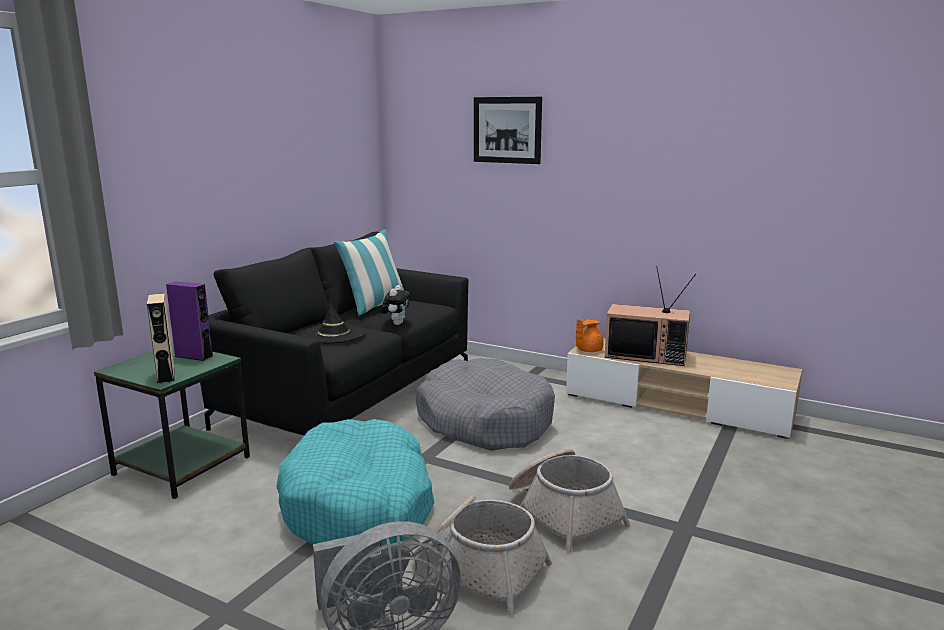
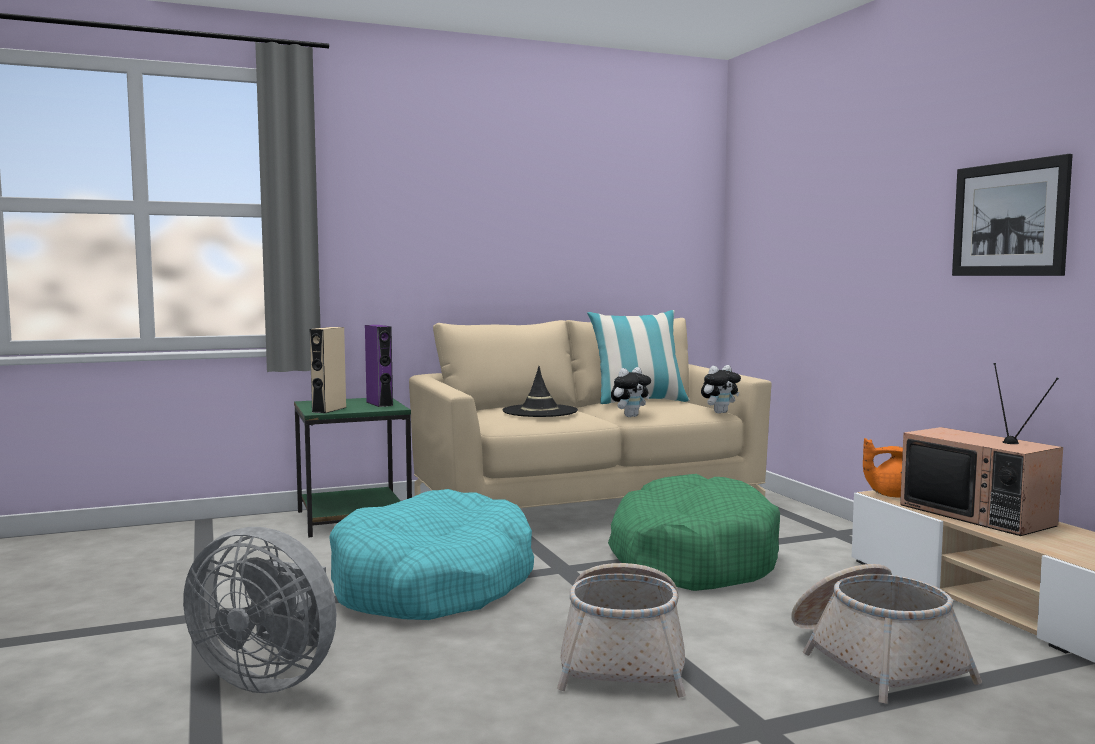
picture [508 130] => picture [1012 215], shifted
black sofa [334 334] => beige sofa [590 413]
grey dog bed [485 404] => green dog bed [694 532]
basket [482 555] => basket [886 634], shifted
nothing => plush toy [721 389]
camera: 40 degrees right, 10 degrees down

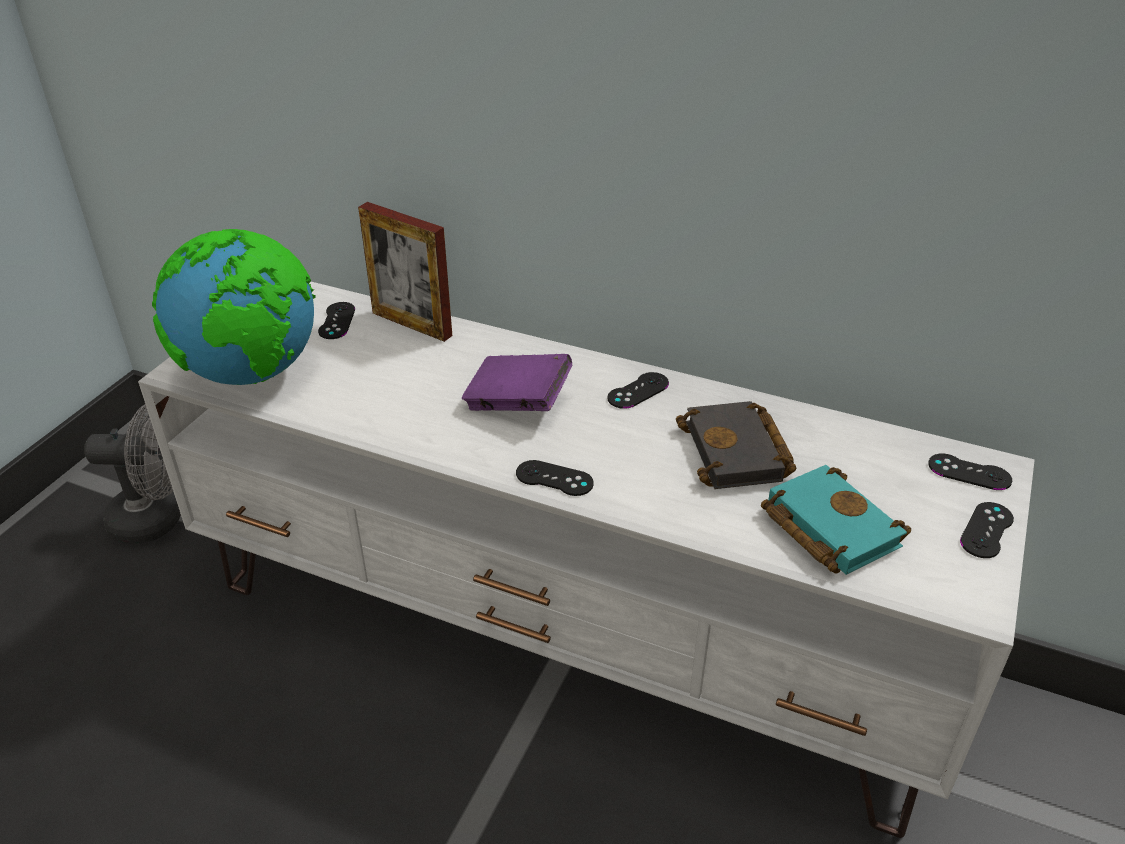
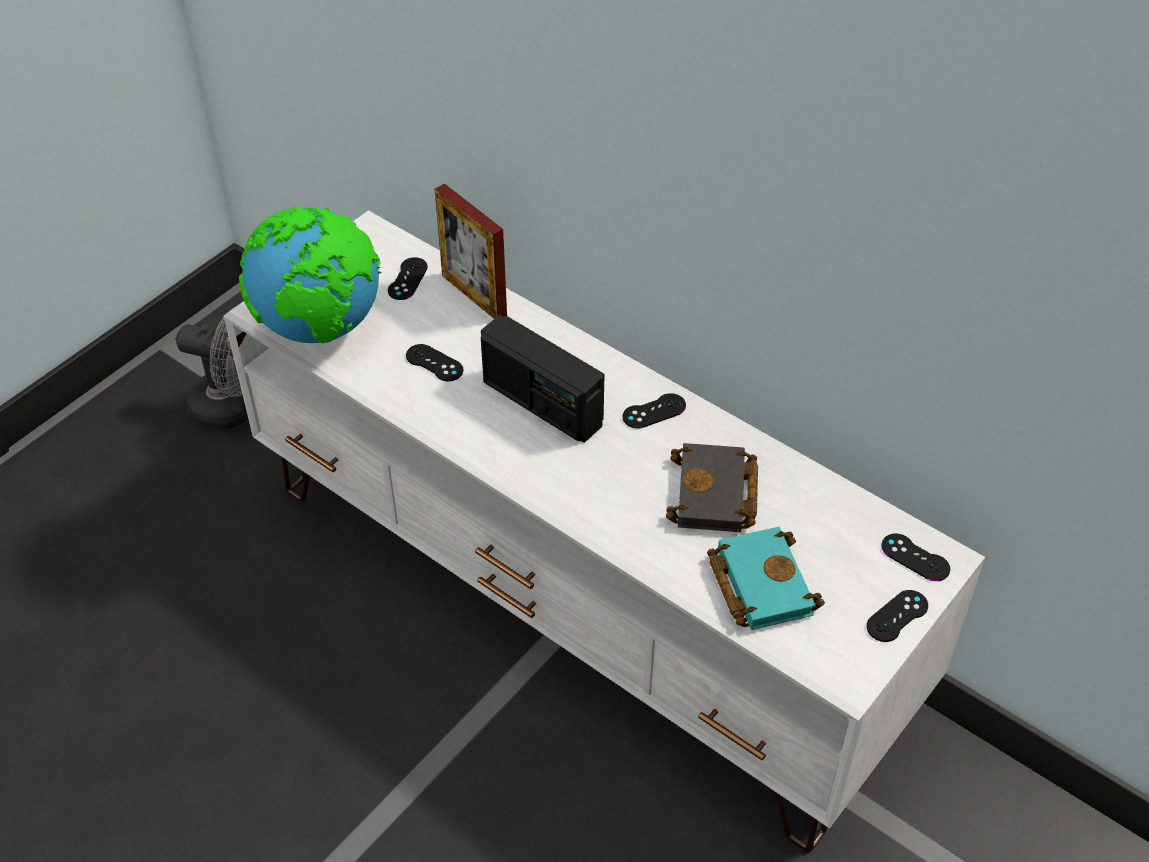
purple book [517 382] => radio [542 379]
black game controller [555 478] => black game controller [434 362], shifted
camera: 15 degrees right, 10 degrees up

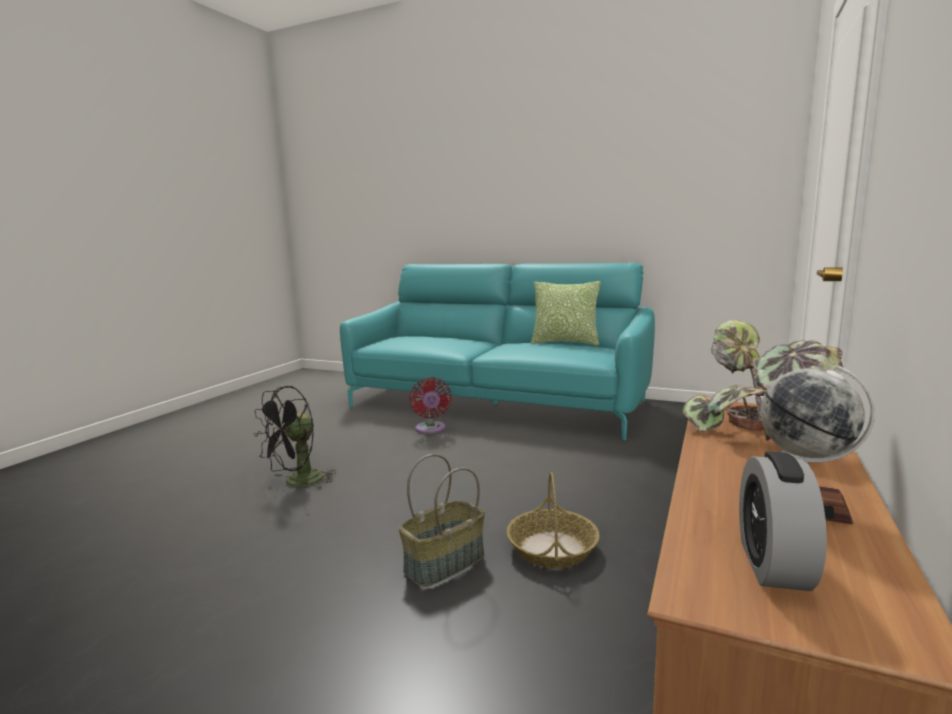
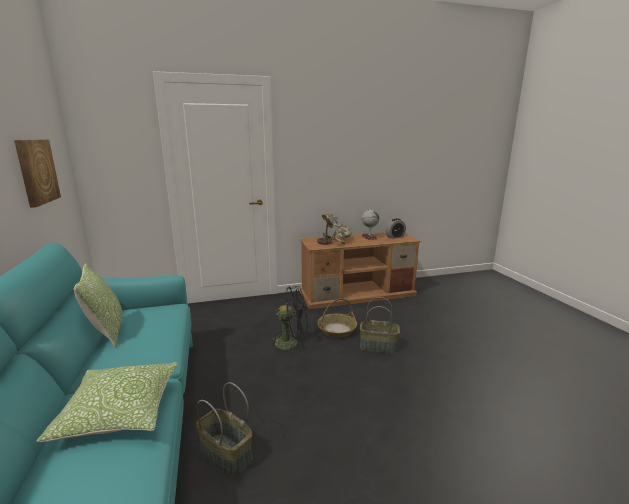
red fan [430 405] => basket [224 429]
black fan [294 437] => black fan [288 320], shifted
nothing => picture [37 174]
nothing => pillow [107 402]
camera: 130 degrees left, 5 degrees up

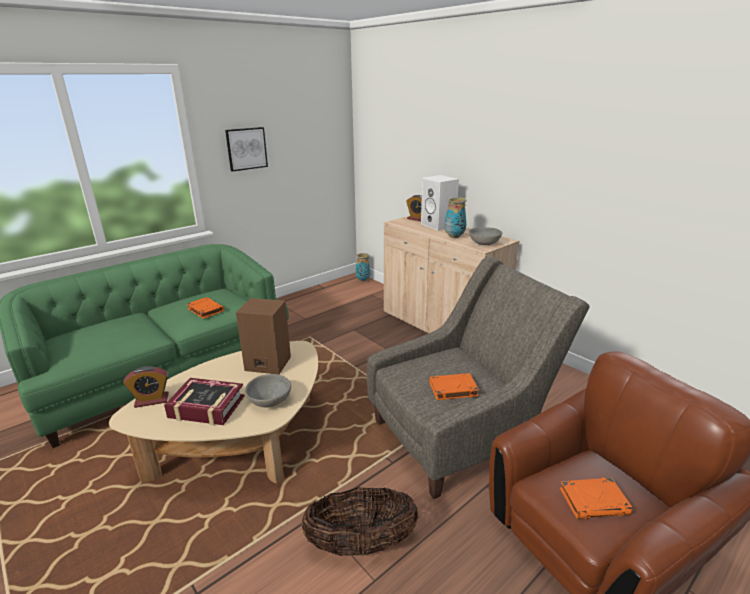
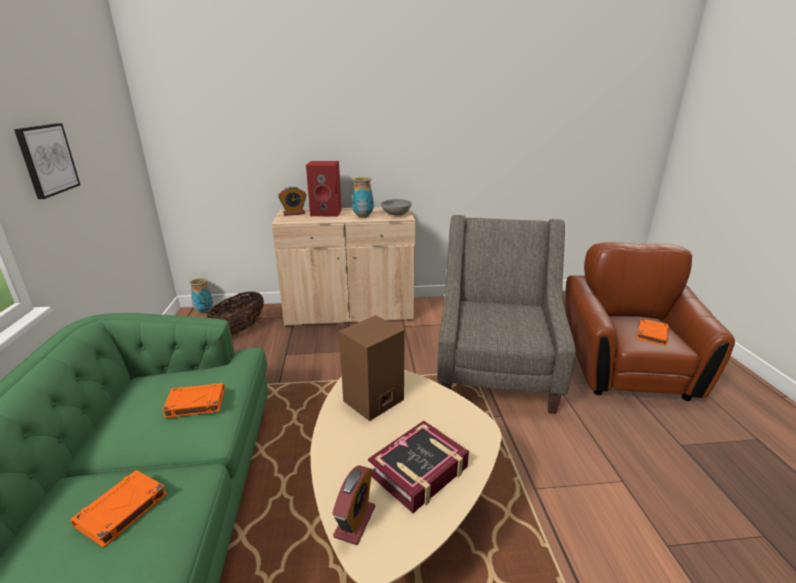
white speaker [440 203] => red speaker [324 188]
orange book [454 386] => orange book [118 509], shifted
grey bowl [268 390] => nothing
basket [360 521] => basket [235 313], shifted
camera: 55 degrees left, 0 degrees up

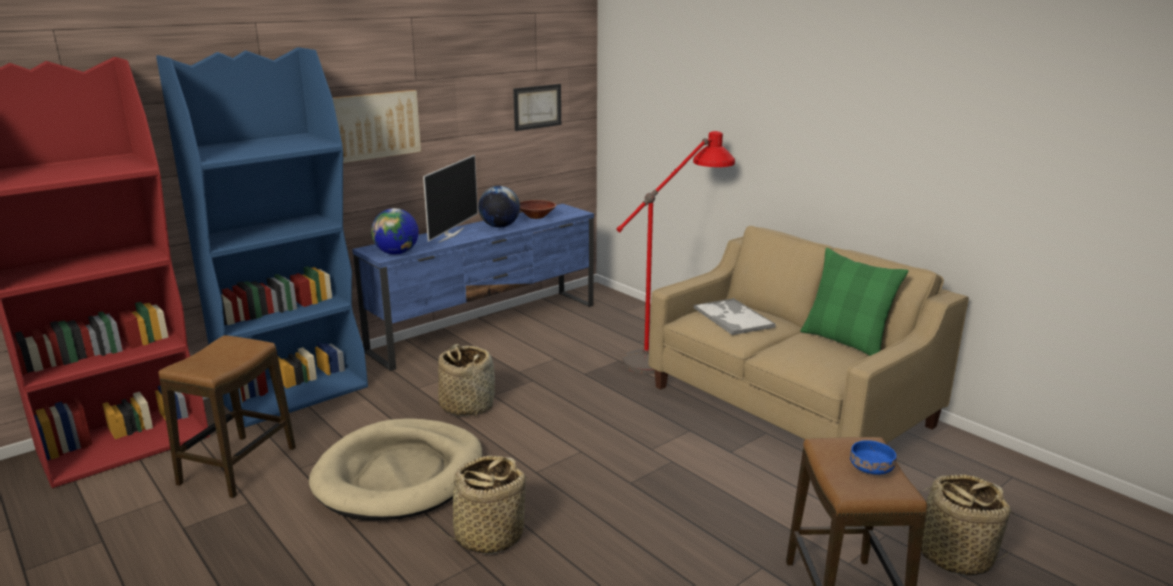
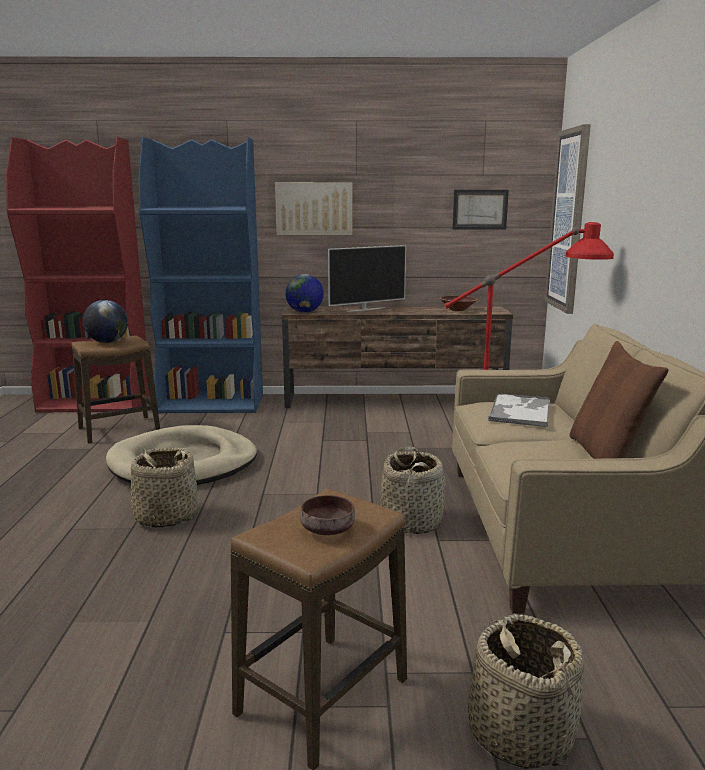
globe [499 207] => globe [105 321], shifted
blue tv stand [473 287] => brown tv stand [397 357]
green pillow [854 302] => brown pillow [619 400]
basket [466 380] => basket [413 490], shifted
blue bowl [873 457] => brown bowl [327 515]
nothing => picture [568 219]
camera: 40 degrees right, 5 degrees down

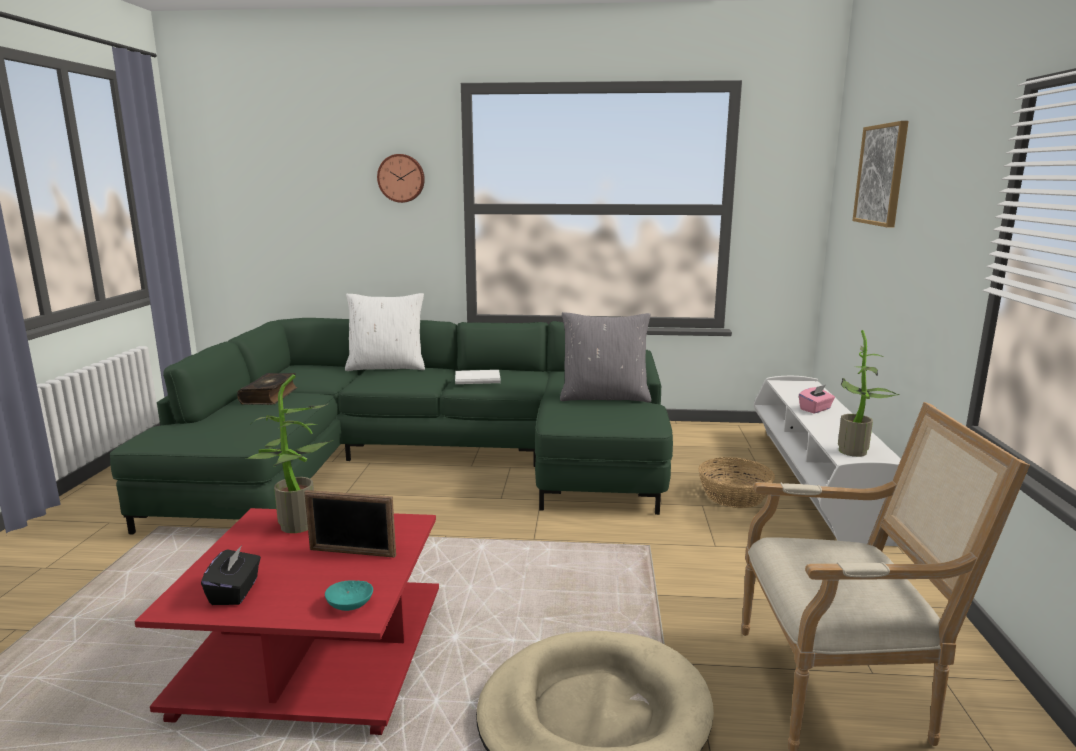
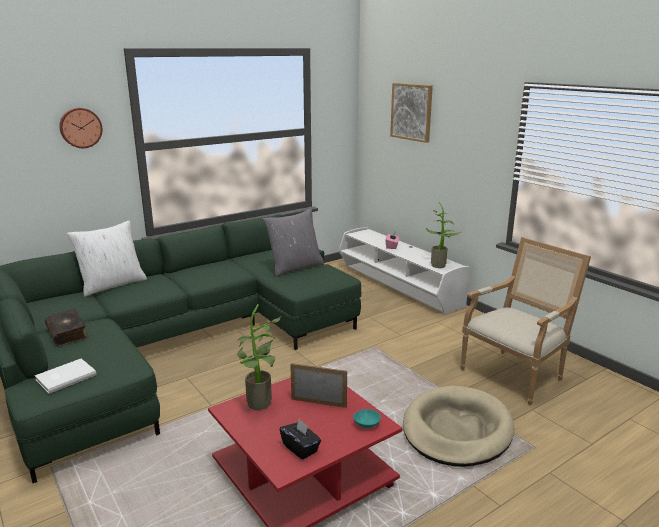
white book [478 377] => white book [66 376], shifted
basket [736 482] => nothing
picture frame [350 524] => picture frame [318 385], 135 degrees counterclockwise
camera: 40 degrees left, 5 degrees up

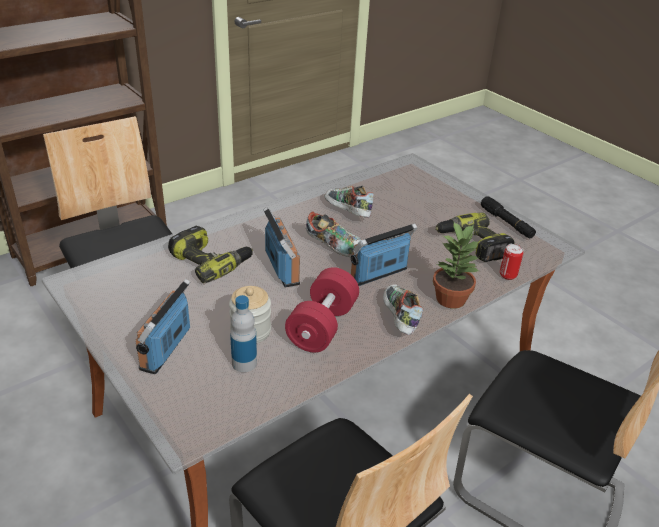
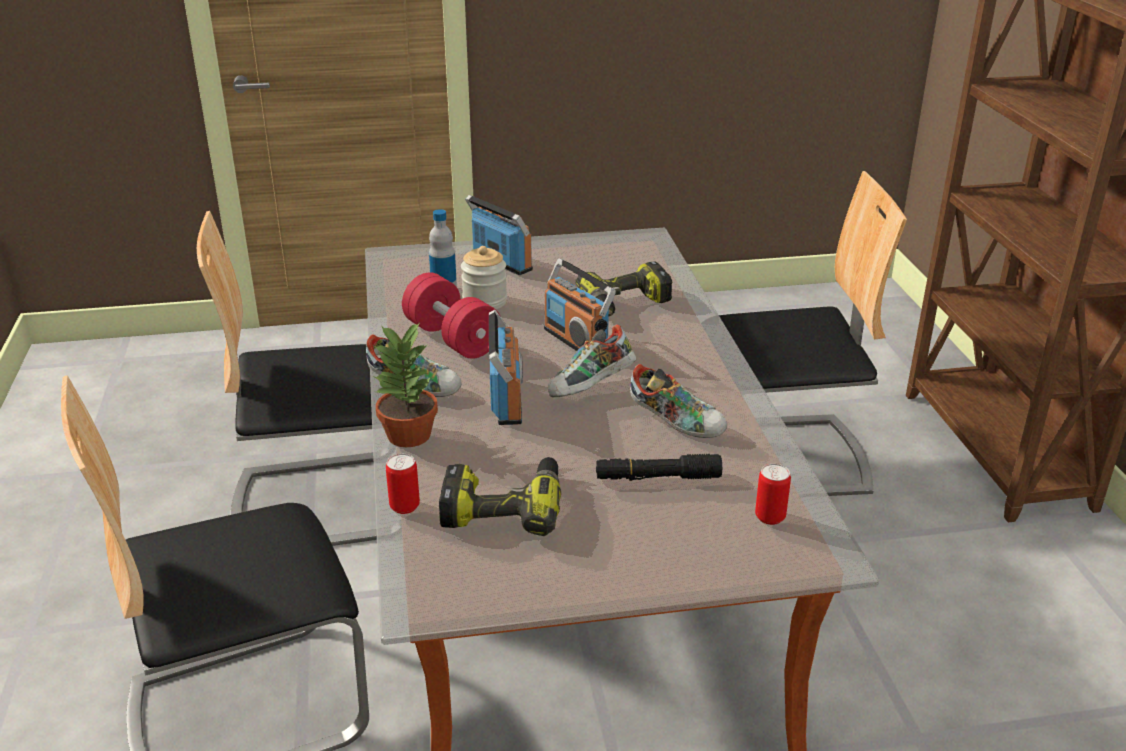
shoe [349 202] => shoe [678 401], 45 degrees clockwise
black flashlight [508 217] => black flashlight [659 467], shifted
radio [281 247] => radio [580 304], 45 degrees clockwise
nothing => can [773 494]
camera: 120 degrees right, 5 degrees down

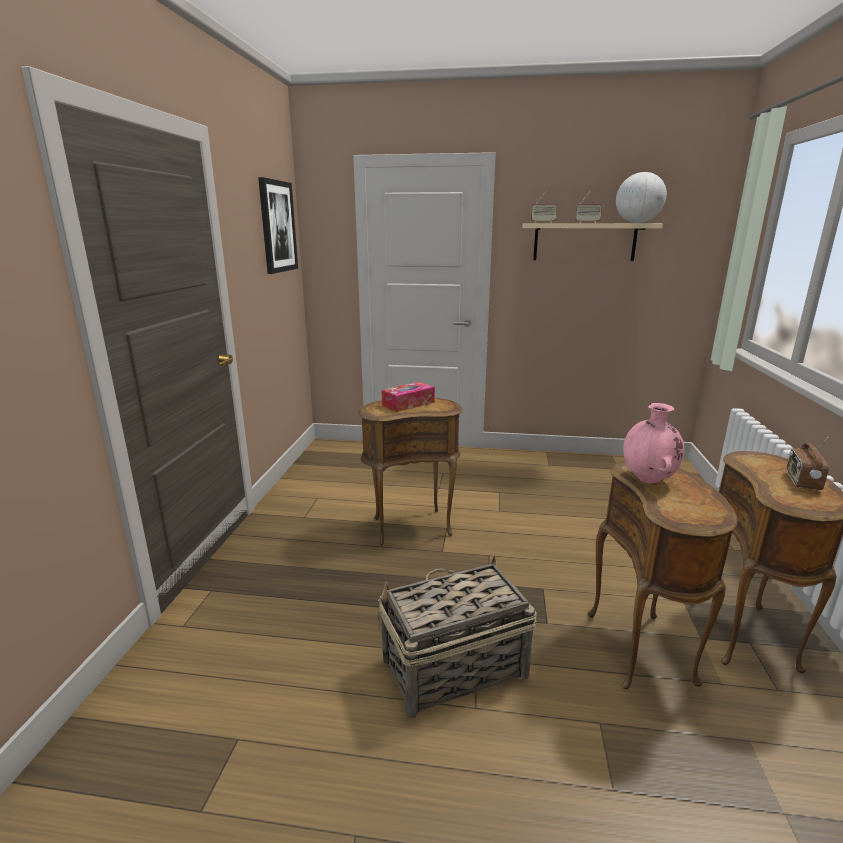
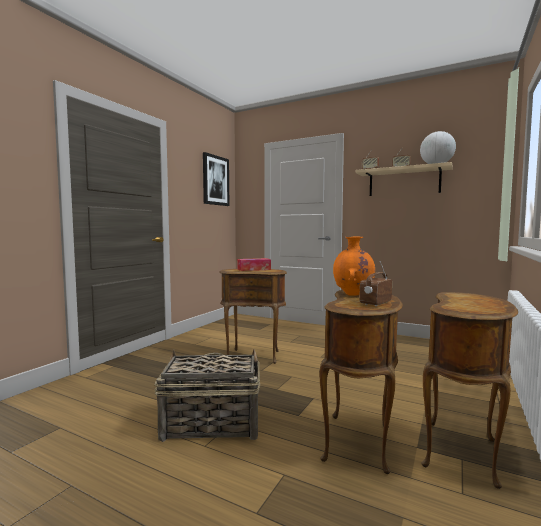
pink vase [654 443] => orange vase [354 266]
radio [807 463] => radio [376 283], shifted
camera: 20 degrees right, 15 degrees down

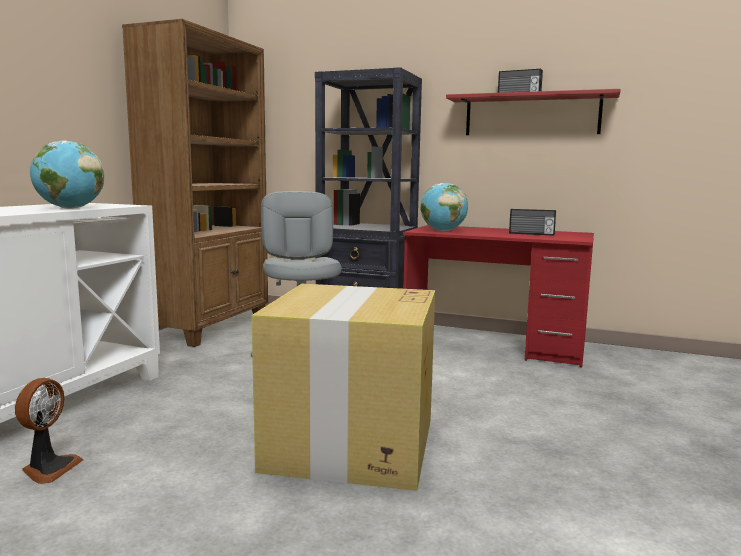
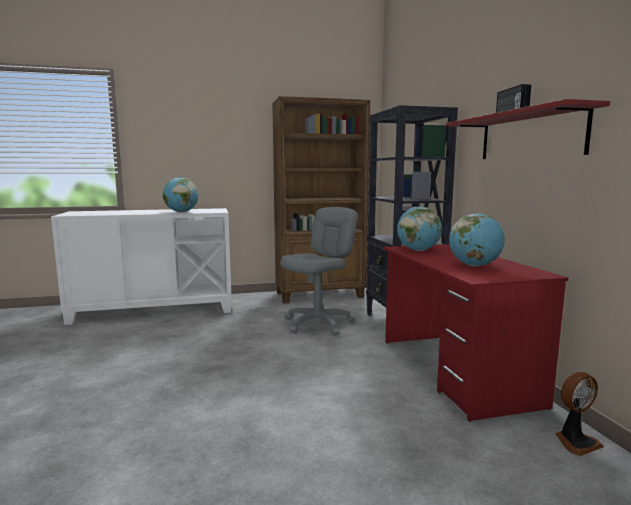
radio [532 222] => globe [477 239]
cardboard box [343 387] => nothing
fan [49 431] => fan [579 414], shifted
camera: 55 degrees right, 0 degrees up

